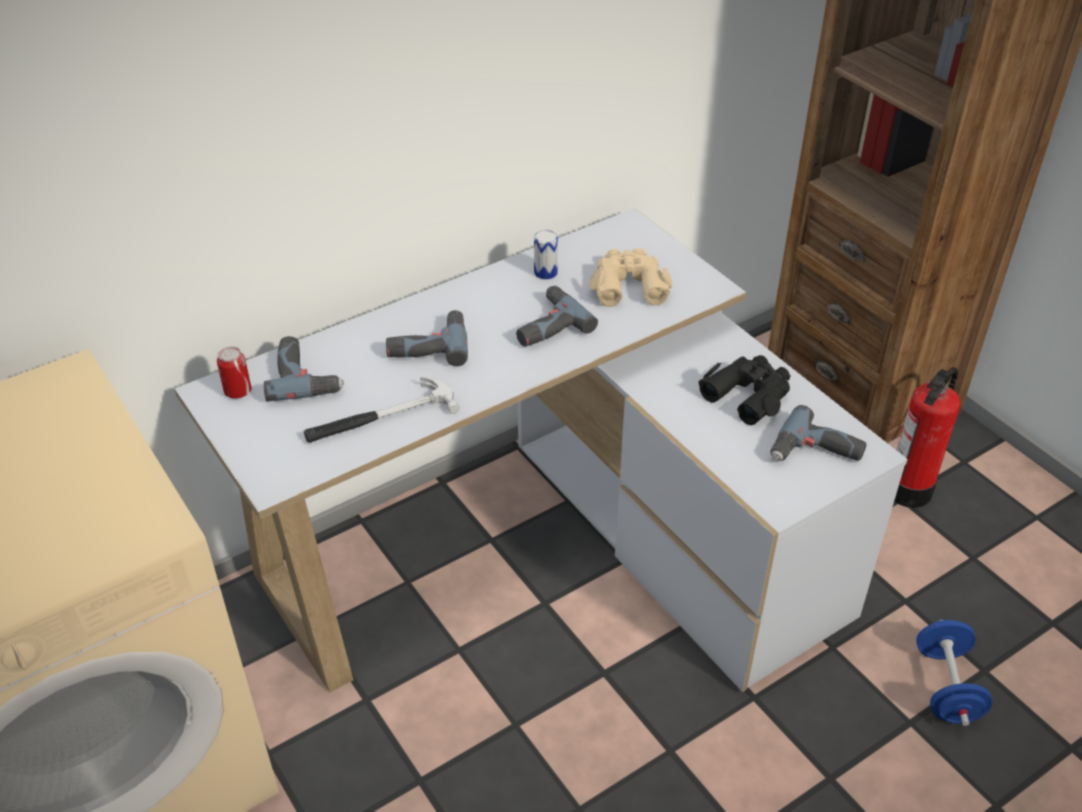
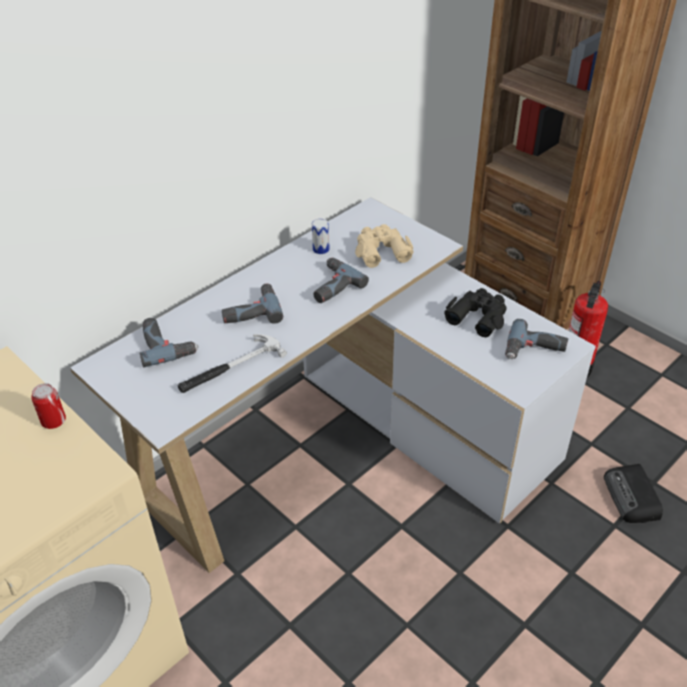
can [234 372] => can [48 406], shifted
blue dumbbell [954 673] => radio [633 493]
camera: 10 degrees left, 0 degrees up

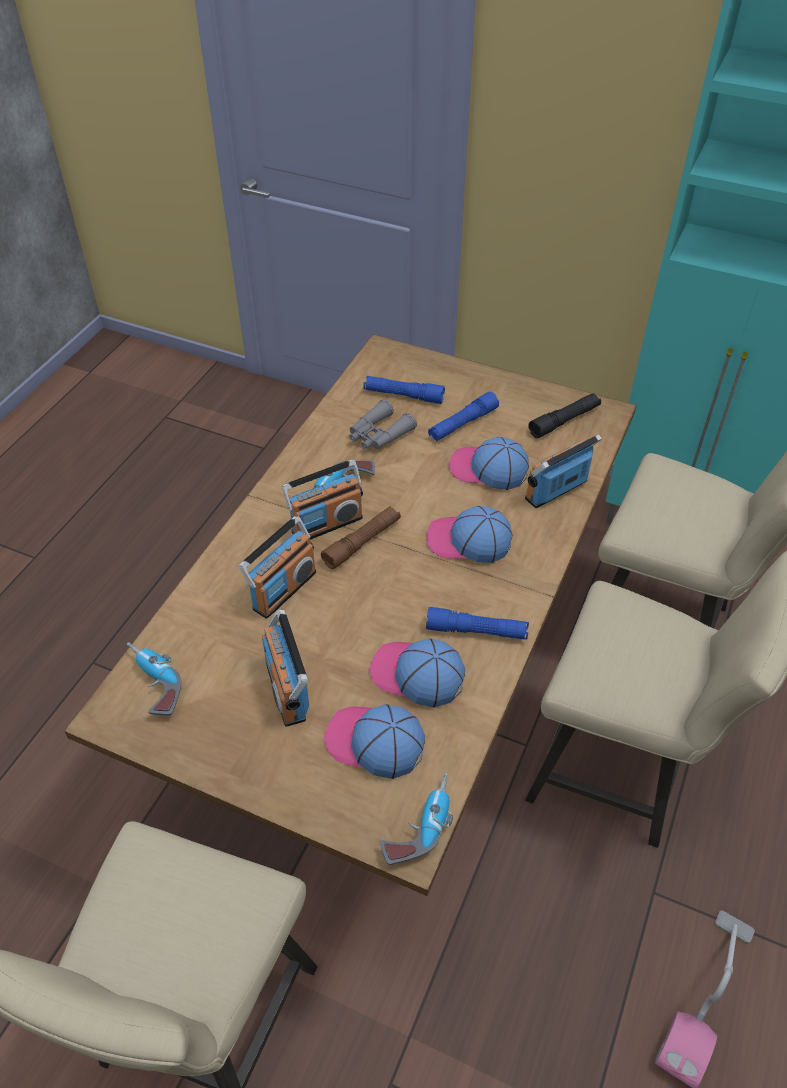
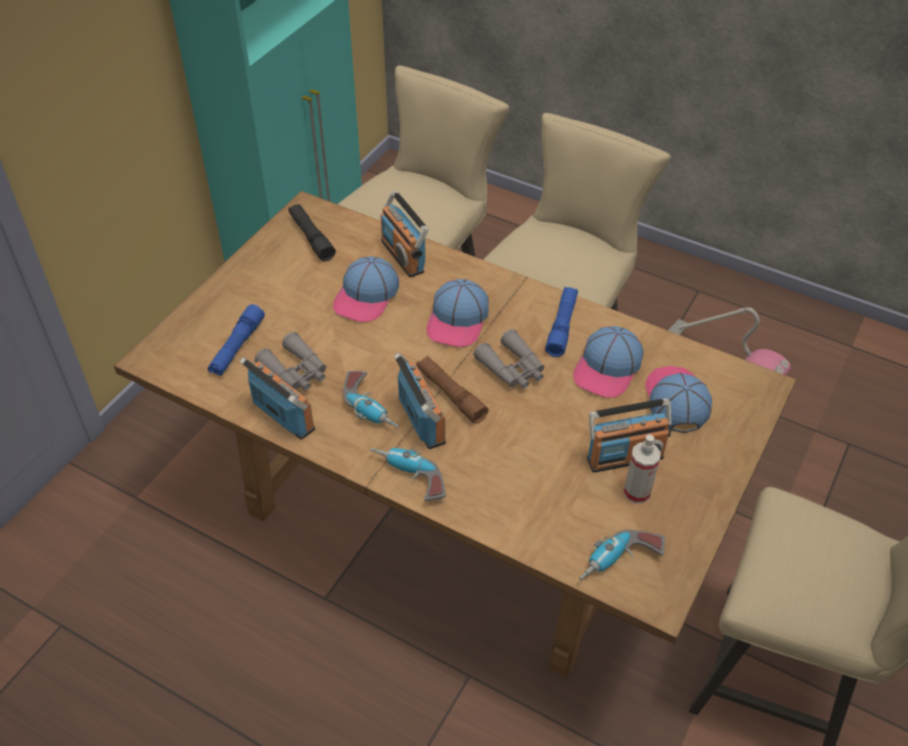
blue flashlight [463 416] => nothing
radio [277 567] => radio [277 398], shifted
cap [374 741] => cap [678 399], 150 degrees clockwise
power drill [416 818] => power drill [408 474], shifted
nothing => grey binoculars [509 359]
nothing => spray bottle [642 469]
camera: 85 degrees left, 0 degrees up

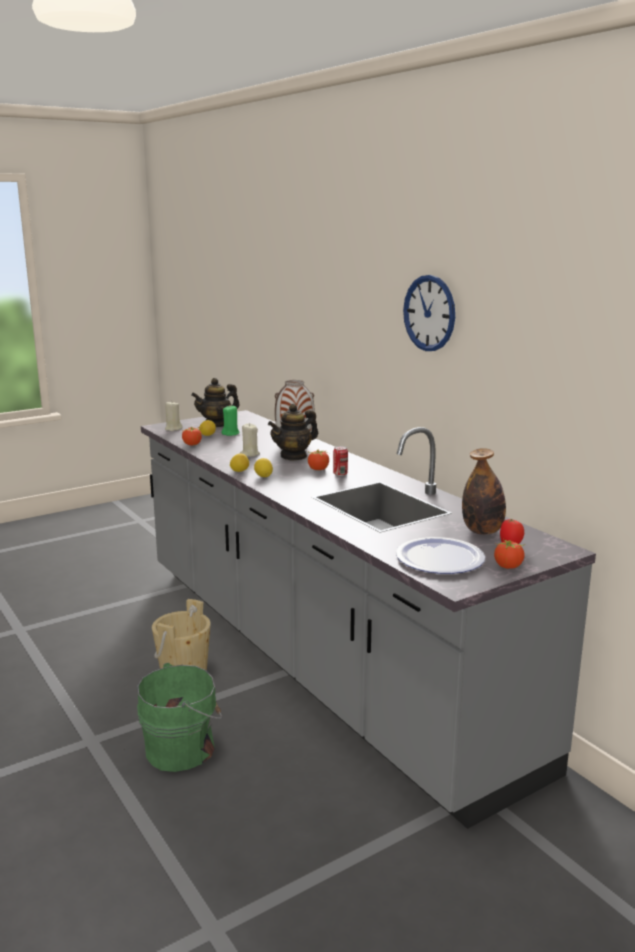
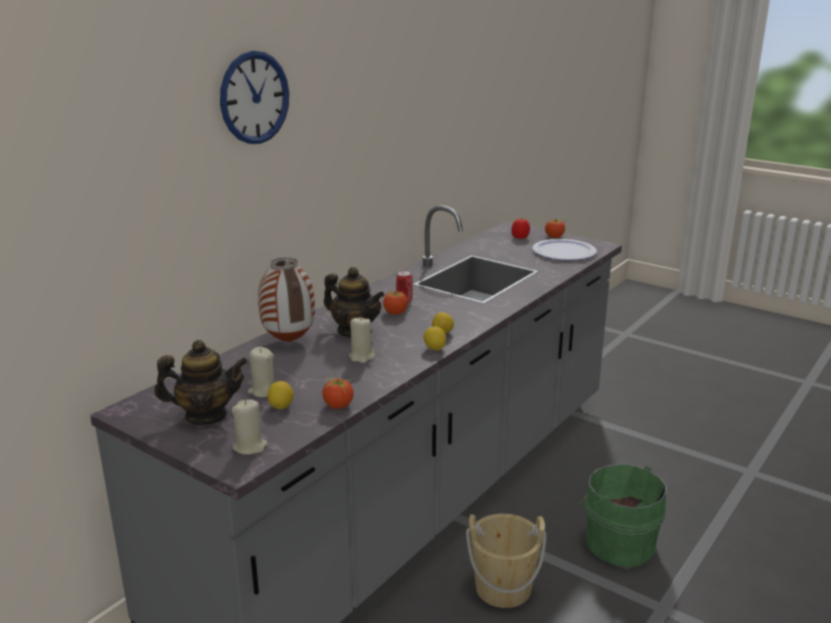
wall clock [429 313] => wall clock [254 97], shifted
teapot [215 402] => teapot [201 382], 45 degrees counterclockwise
green candle [231 421] => beige candle [261 372]
bottle [484 491] => nothing
camera: 110 degrees left, 5 degrees up

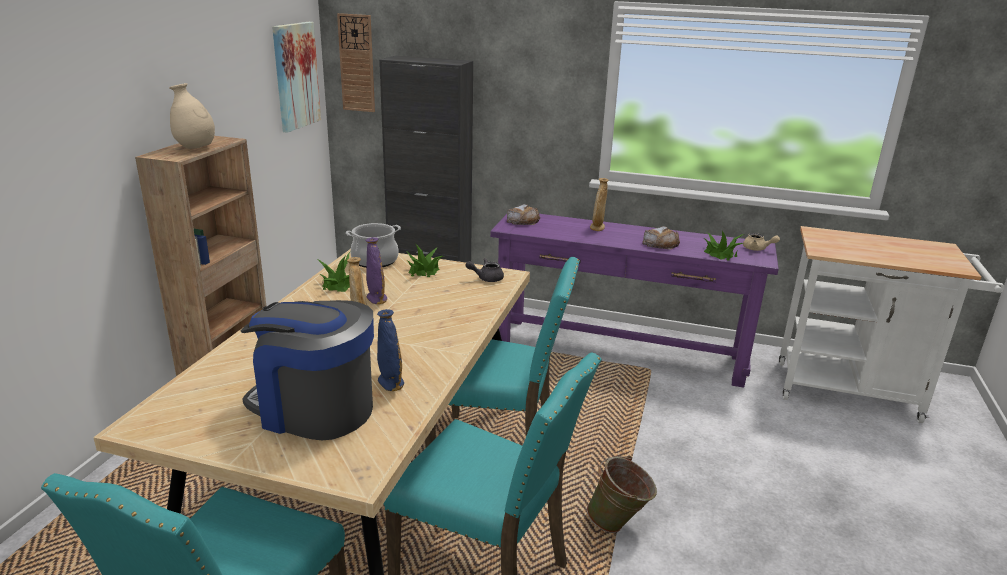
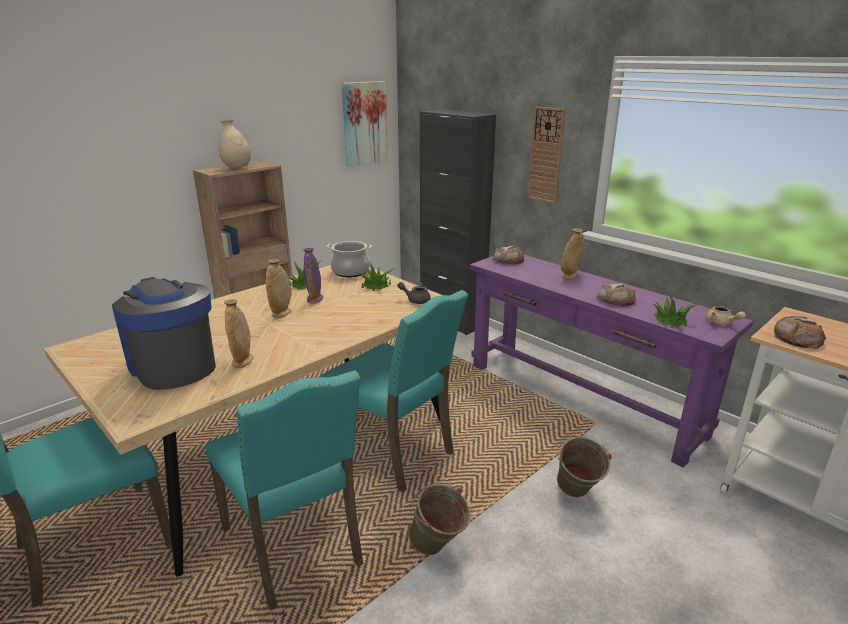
wall clock [356 62] => wall clock [547 155], shifted
blue vase [390 350] => beige vase [239 333]
nothing => bread [800 332]
nothing => green bucket [584 467]
camera: 30 degrees right, 0 degrees up

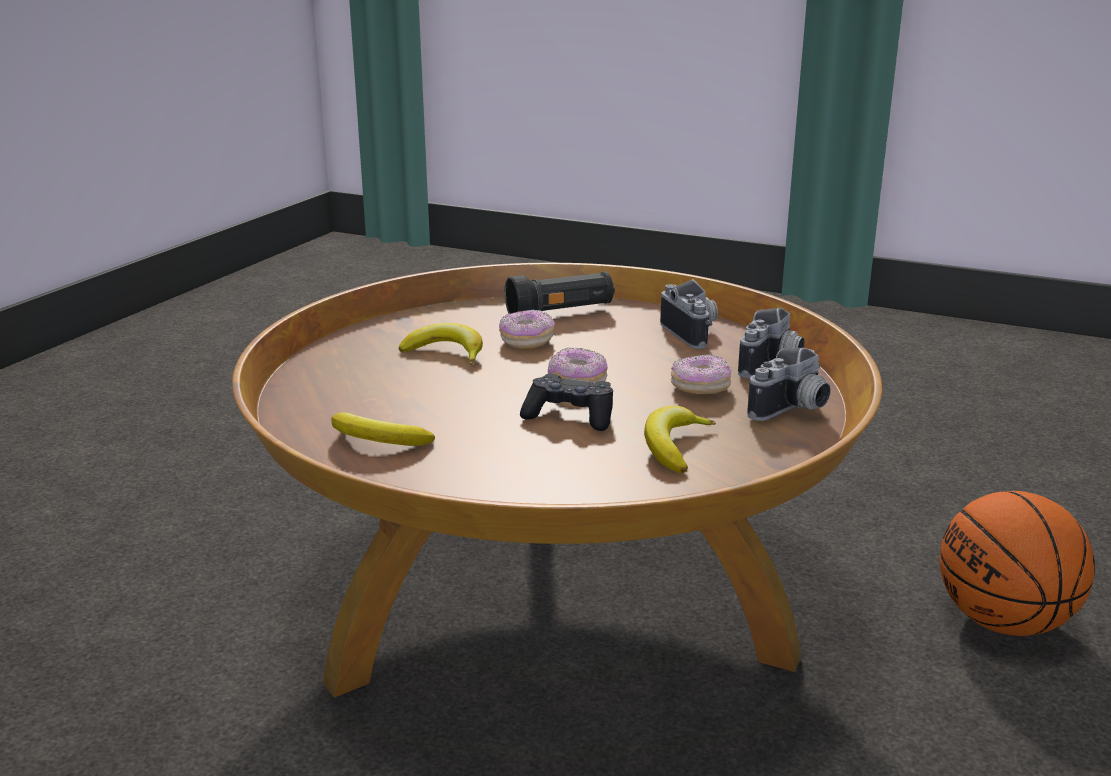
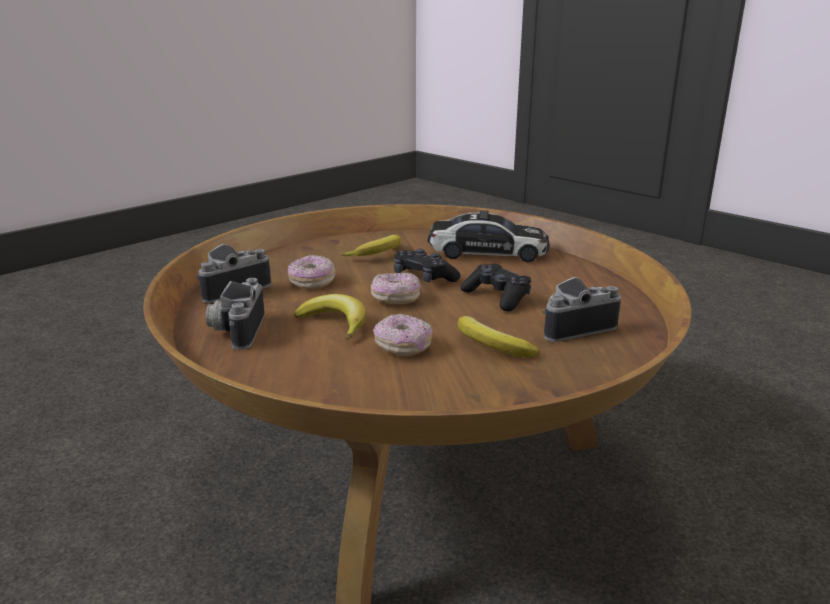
black flashlight [560 292] => nothing
photo camera [789 384] => photo camera [581 309], shifted
banana [383 429] => banana [330 317], shifted
basketball [1017 563] => nothing
nothing => toy car [488 236]
nothing => black game controller [495 288]
camera: 160 degrees left, 0 degrees up

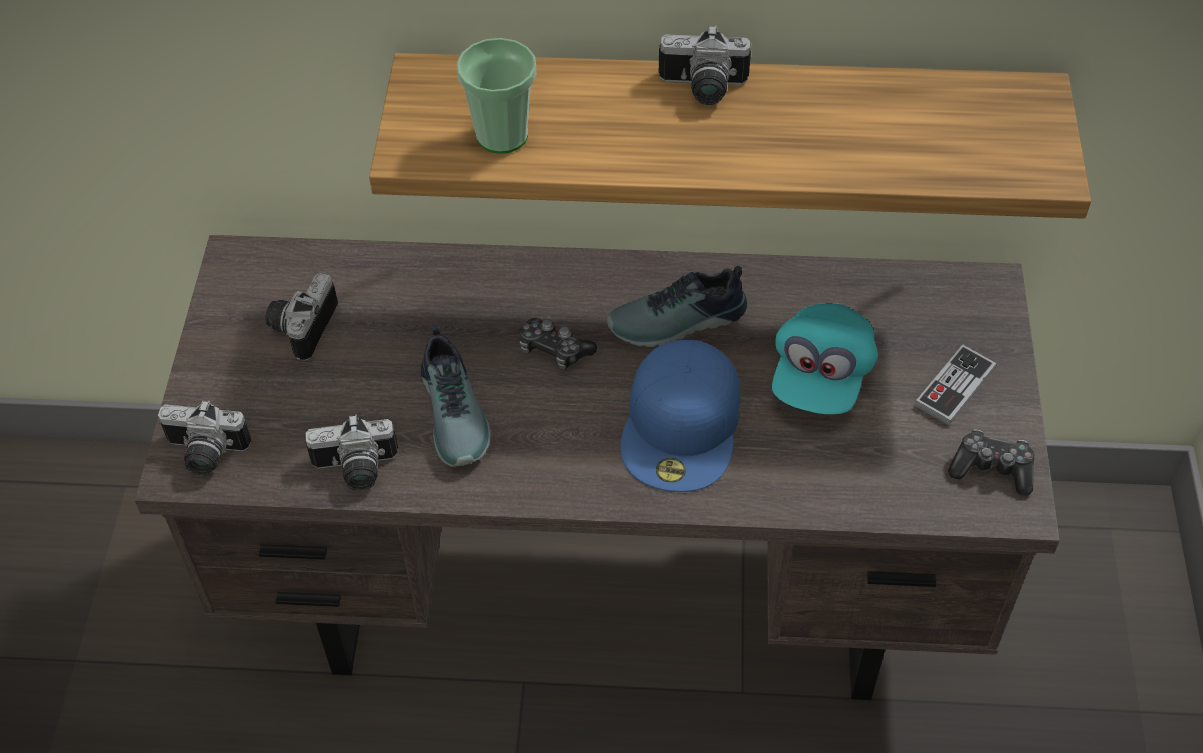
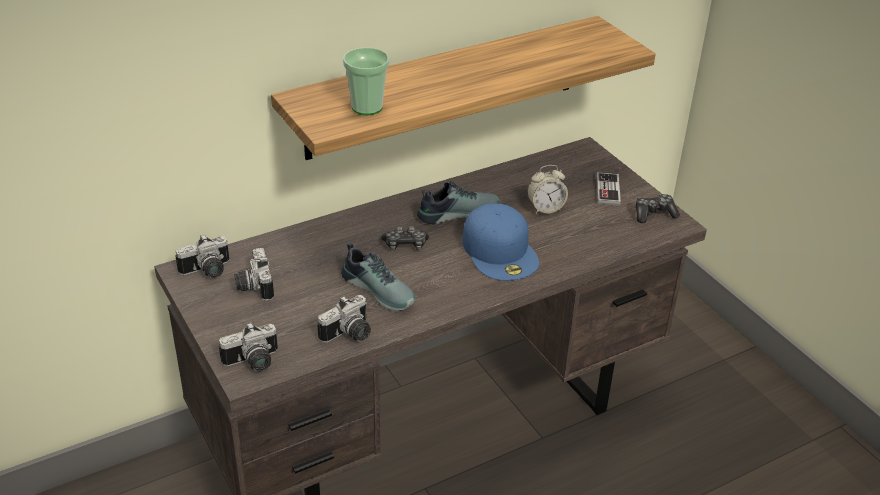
photo camera [705 65] => photo camera [202 256], shifted
shoe [677 306] => shoe [458 203], 150 degrees counterclockwise
turquoise cap [825 358] => alarm clock [547 189]
camera: 35 degrees left, 15 degrees down

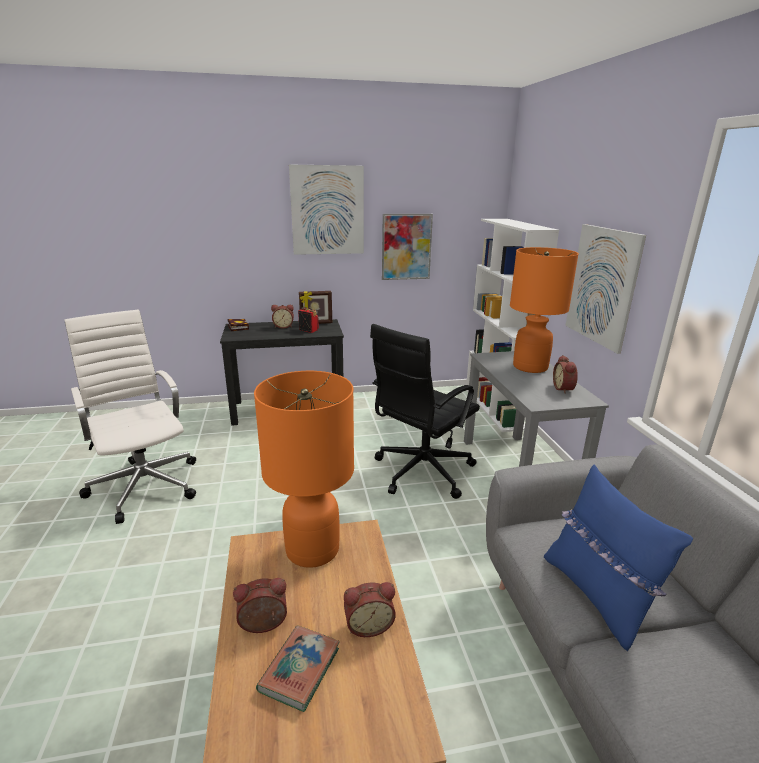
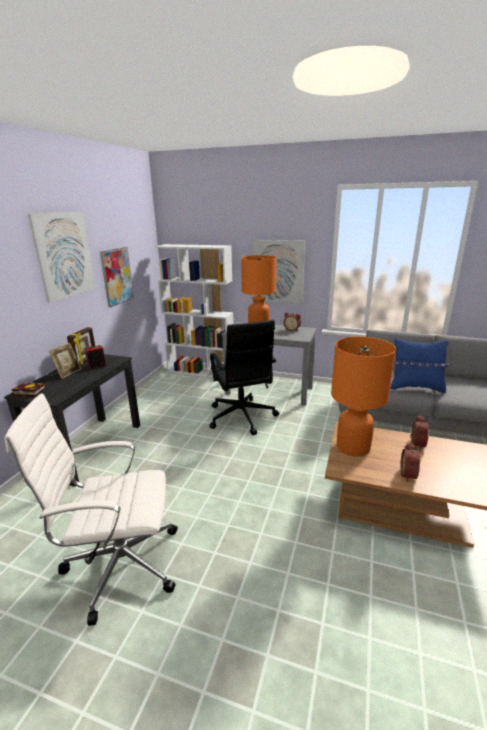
alarm clock [282 317] => picture frame [65 361]
book [298 669] => nothing
camera: 60 degrees left, 0 degrees up

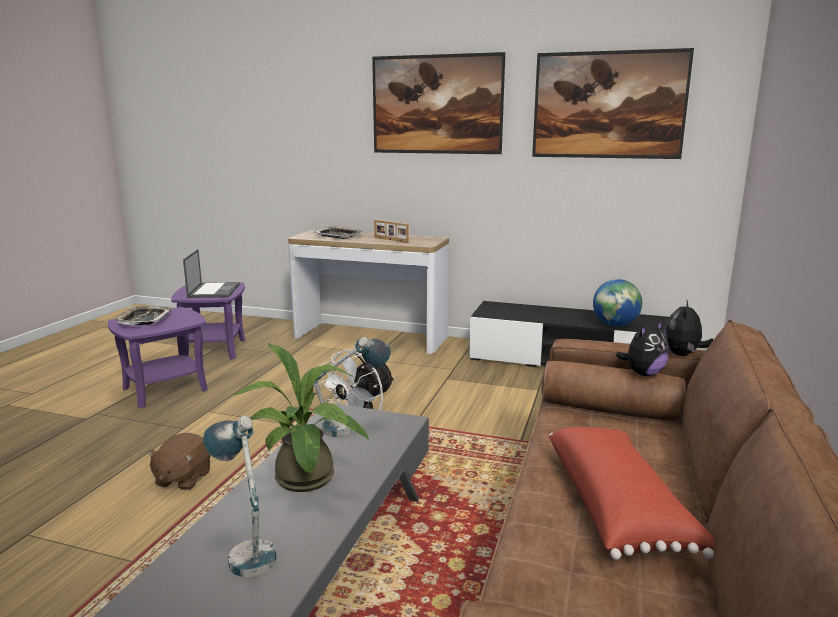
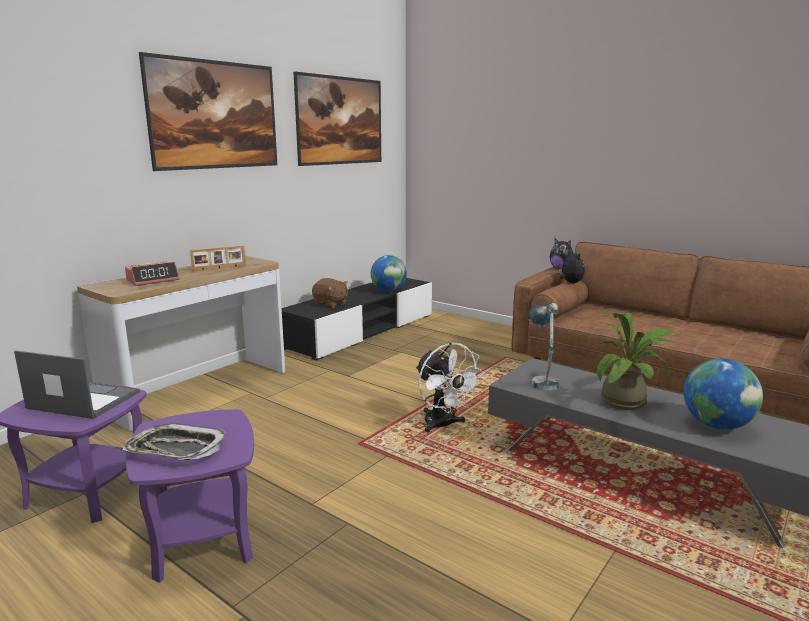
tray [338 233] => alarm clock [152 273]
table lamp [239 496] => globe [723 394]
red pillow [632 493] => nothing
brown plush toy [179 461] => brown plush toy [330 293], shifted
camera: 70 degrees left, 0 degrees up

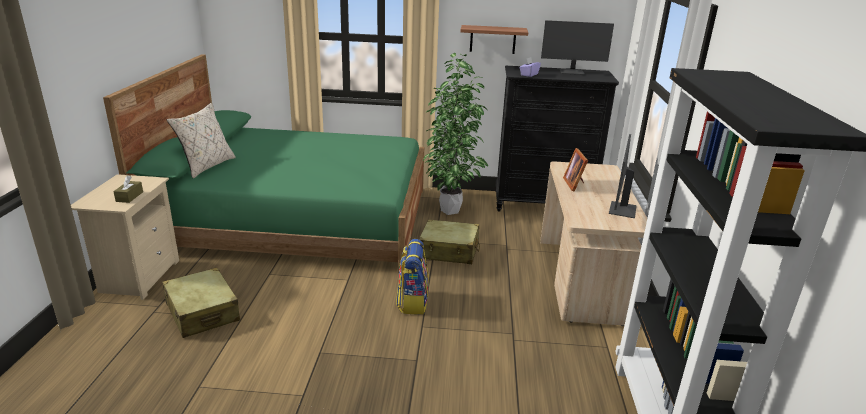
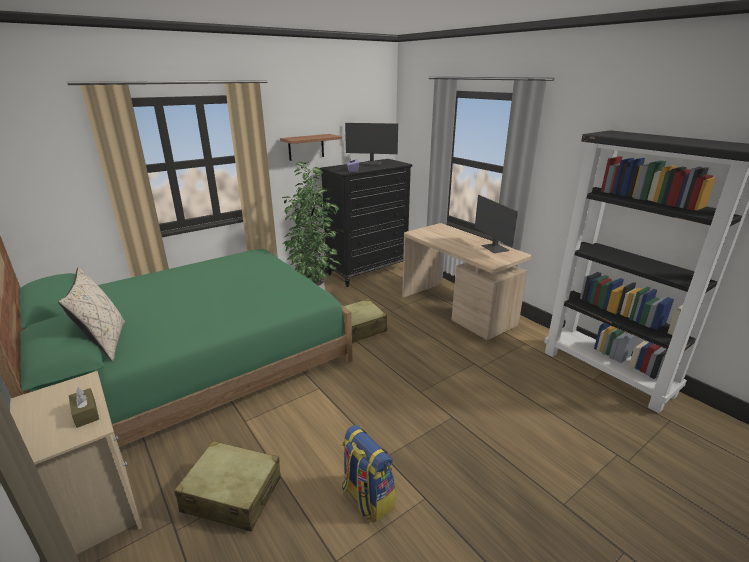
monitor [577 47] => monitor [371 144], 45 degrees clockwise
picture frame [575 170] => nothing
backpack [412 276] => backpack [368 474], shifted
camera: 40 degrees left, 0 degrees up

